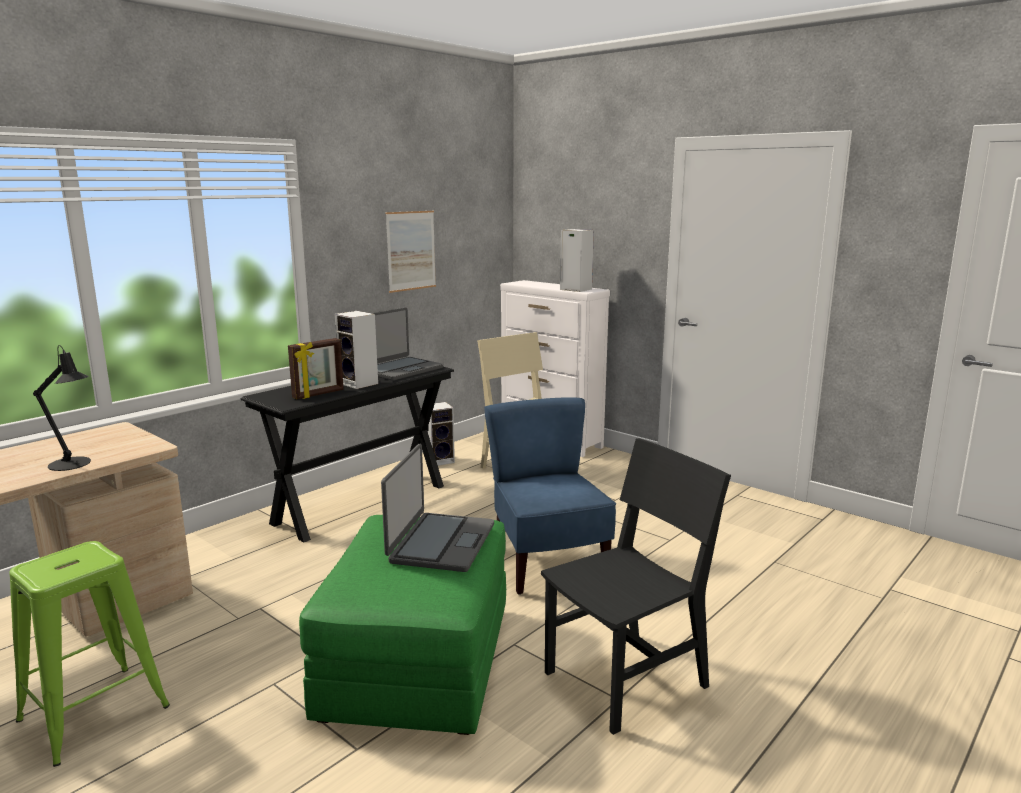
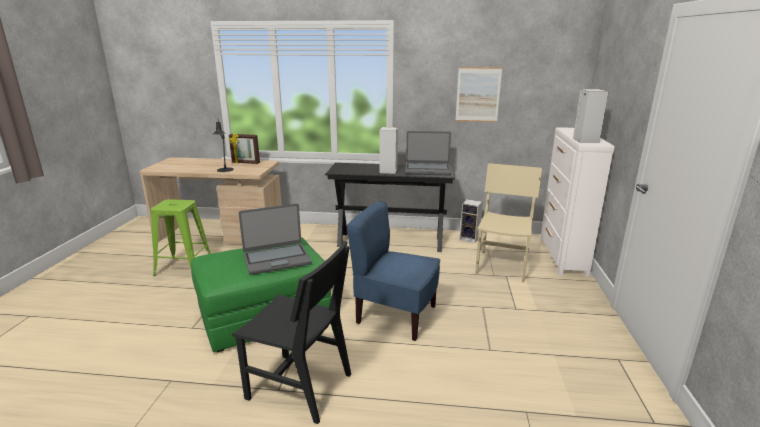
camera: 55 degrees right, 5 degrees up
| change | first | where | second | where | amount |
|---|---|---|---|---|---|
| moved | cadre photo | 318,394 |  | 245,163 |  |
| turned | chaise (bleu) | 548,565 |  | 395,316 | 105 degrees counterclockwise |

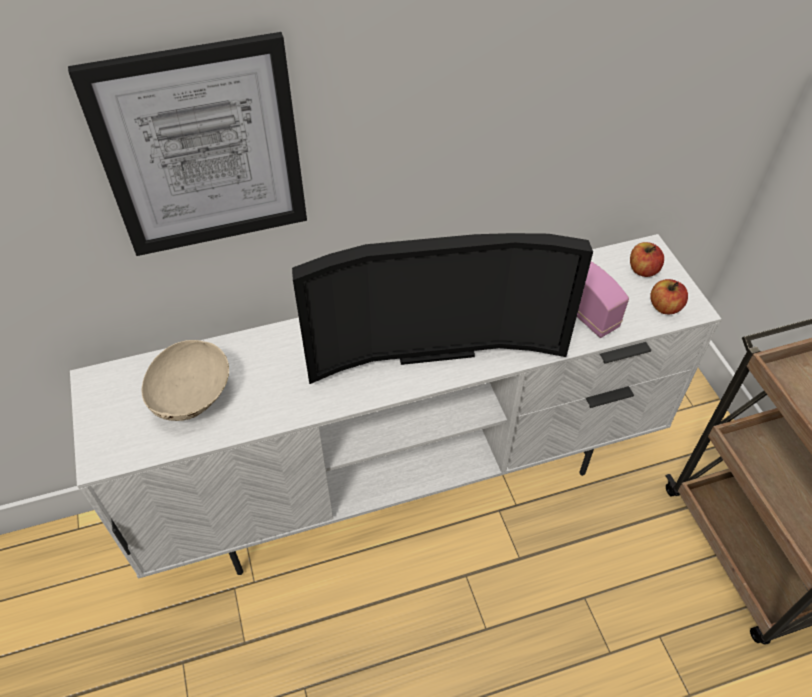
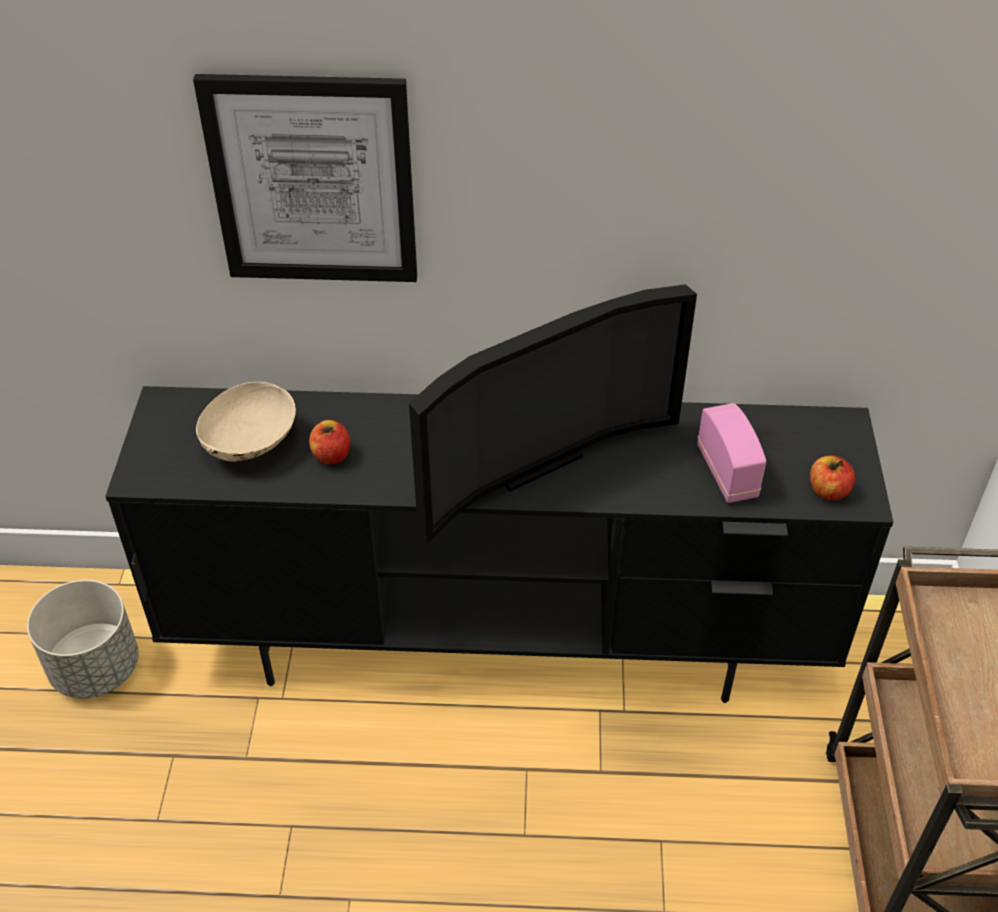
camera: 20 degrees right, 5 degrees down
| change | first | where | second | where | amount |
|---|---|---|---|---|---|
| recoloured | meuble télé (blanc) | 407,481 | meuble télé (noir) | 502,644 |  |
| turned | téléviseur | 432,344 |  | 530,459 | 45 degrees counterclockwise |
| moved | pomme | 643,270 |  | 331,455 |  |
| added |  |  | cache-pot (gris) | 96,667 |  |

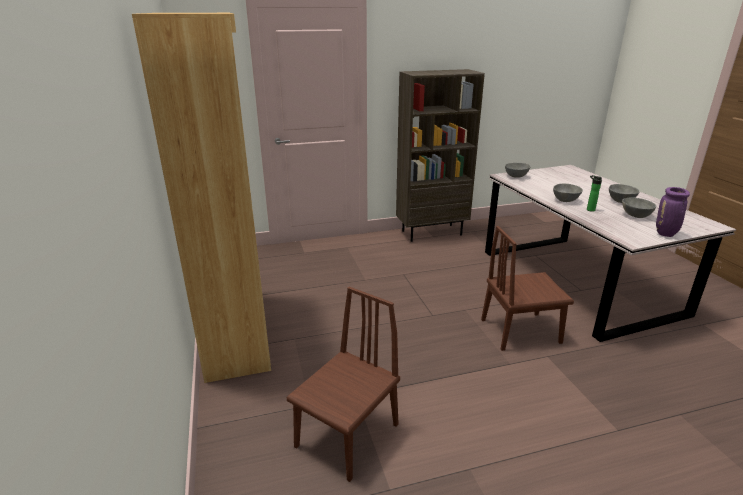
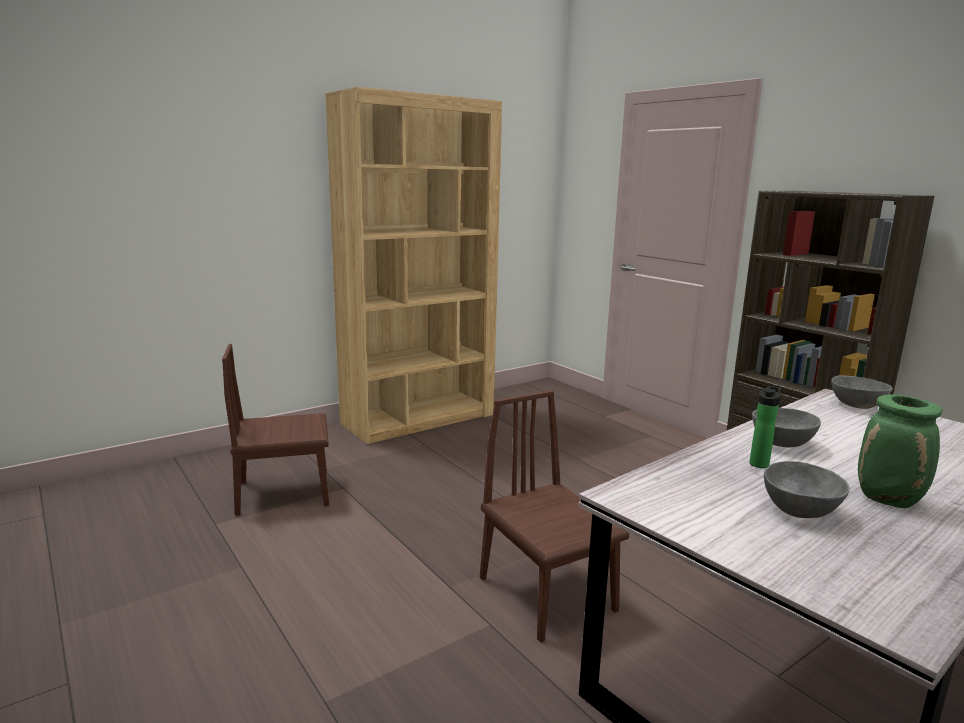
camera: 70 degrees right, 10 degrees down
| change | first | where | second | where | amount |
|---|---|---|---|---|---|
| turned | chaise (marron) | 347,435 |  | 284,493 | 150 degrees clockwise |
| replaced | bol (gris) | 621,201 | vase (vert) | 889,500 |  |
| removed | vase (violet) | 665,234 |  |  |  |

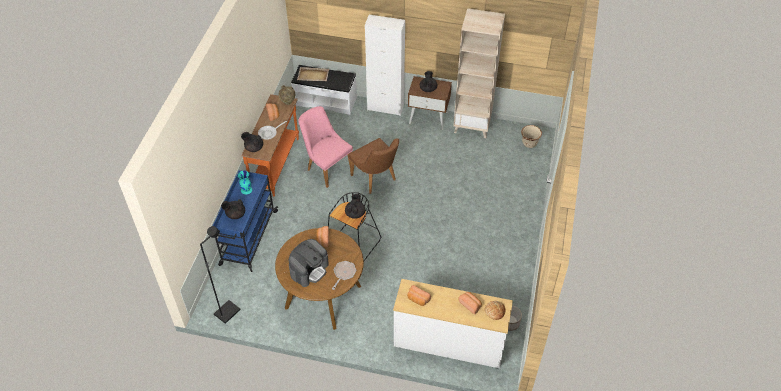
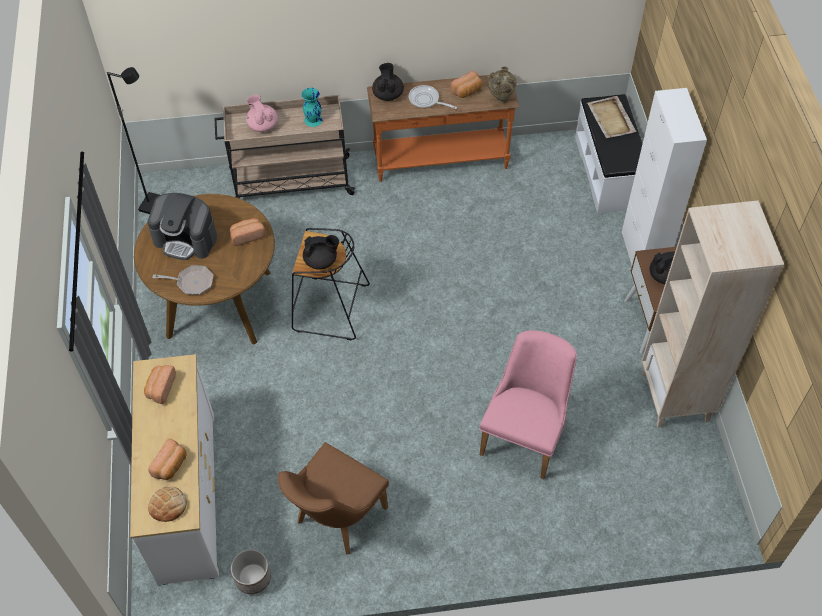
camera: 70 degrees right, 5 degrees up
| change | first | where | second | where | amount |
|---|---|---|---|---|---|
| recoloured | chariot (bleu) | 248,238 | chariot (beige) | 290,182 |  |
| recoloured | théière (noir) | 235,214 | théière (rose) | 262,125 |  |
| moved | chaise (rose) | 326,167 |  | 525,435 |  |
| moved | chaise (marron) | 376,179 |  | 335,520 |  |
| removed | cache-pot (beige) | 529,144 |  |  |  |

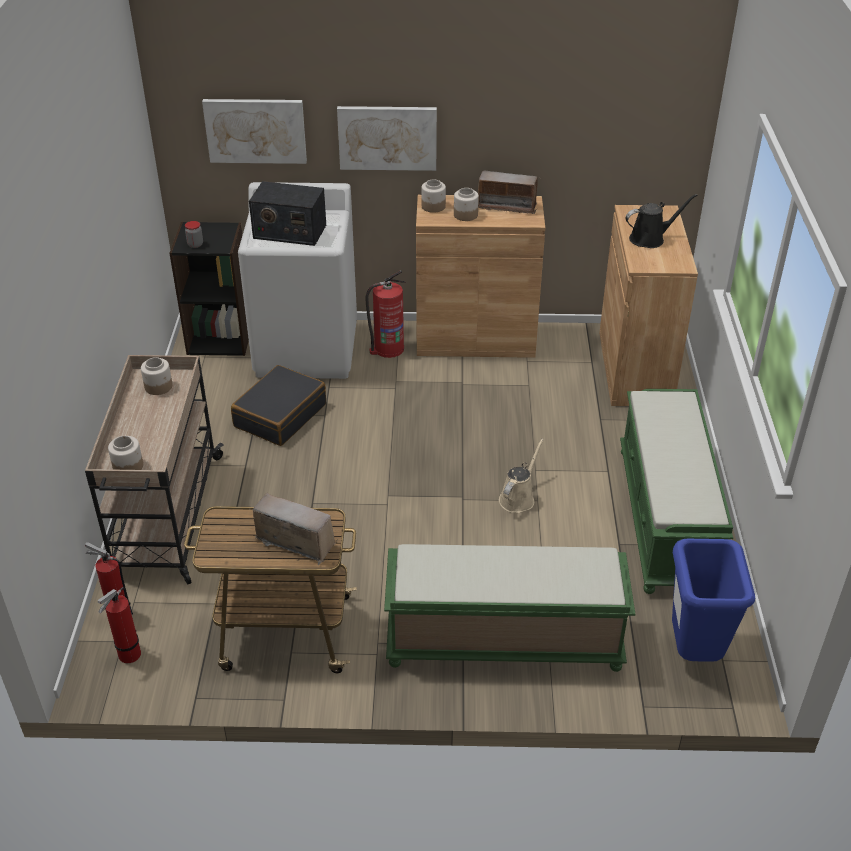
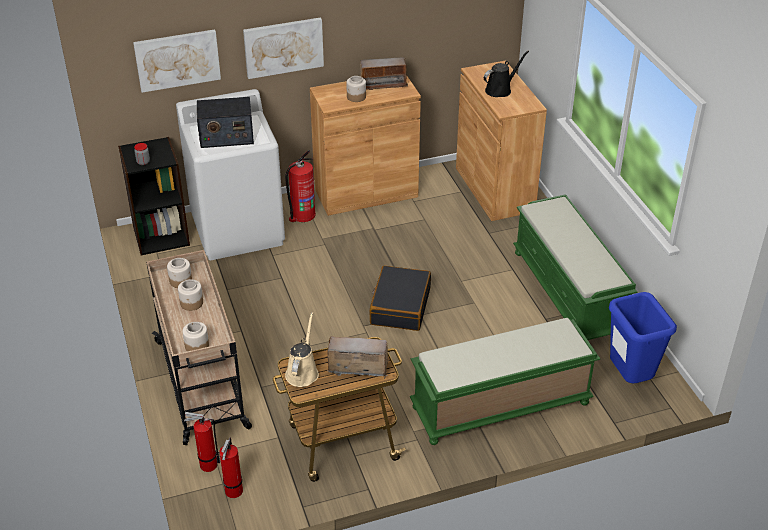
camera: 20 degrees left, 0 degrees up
| change | first | where | second | where | amount |
|---|---|---|---|---|---|
| moved | valise (noir) | 280,415 |  | 400,306 |  |
| moved | bocal | 433,207 |  | 192,303 |  |
| moved | arrosoir (beige) | 518,498 |  | 302,372 |  |

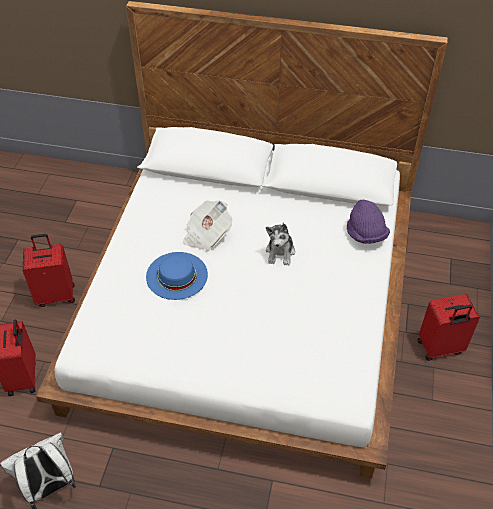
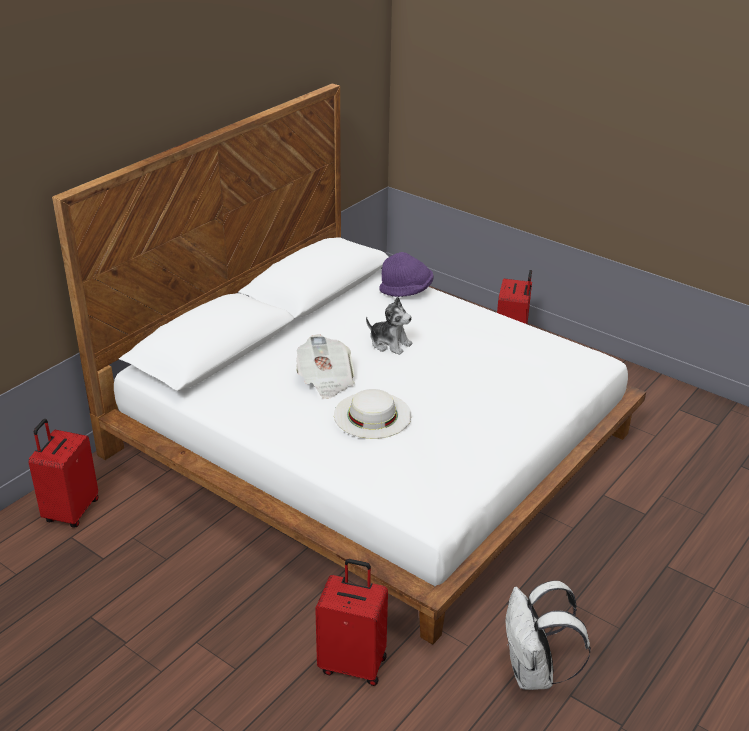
camera: 65 degrees left, 15 degrees down
| change | first | where | second | where | amount |
|---|---|---|---|---|---|
| moved | valise (rouge) | 56,295 |  | 70,511 |  |
| recoloured | chapeau (bleu) | 177,275 | chapeau (blanc) | 372,415 |  |

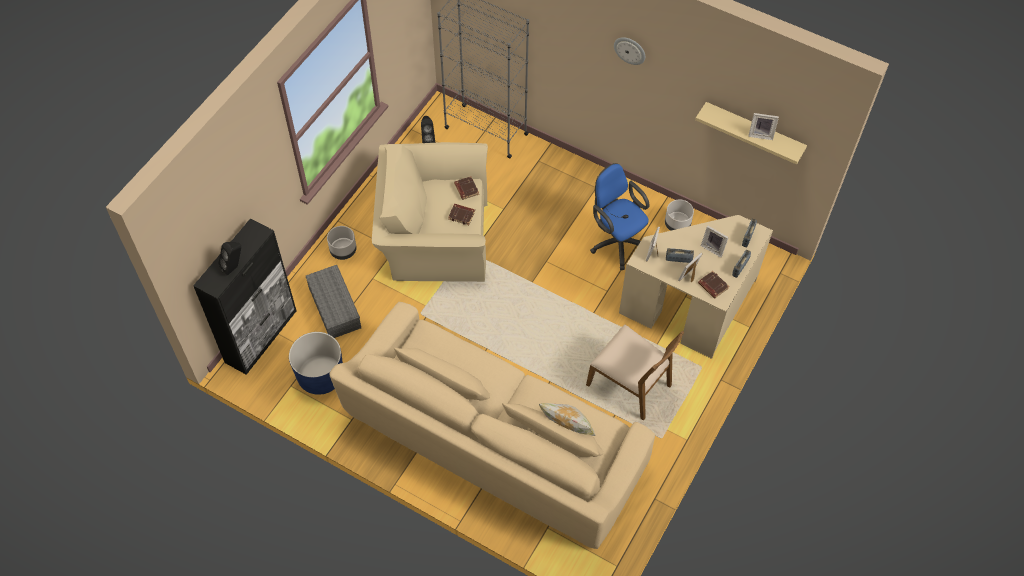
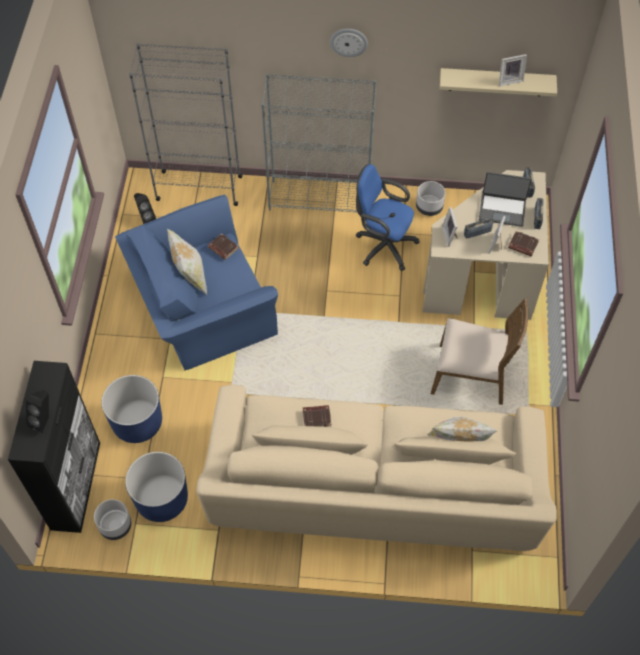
camera: 25 degrees left, 0 degrees up
| change | first | where | second | where | amount |
|---|---|---|---|---|---|
| replaced | boîte de rangement (gris) | 333,307 | cache-pot (bleu) | 137,422 |  |
| moved | cache-pot (gris) | 343,250 |  | 115,526 |  |
| recoloured | fauteuil (beige) | 433,234 | fauteuil (bleu) | 201,308 |  |
| moved | livre (marron) | 462,215 |  | 317,417 |  |
| replaced | cadre photo | 713,248 | ordinateur portable | 502,209 |  |
| added |  |  | coussin | 190,276 |  |
| added |  |  | bibliothèque (gris) | 320,198 |  |

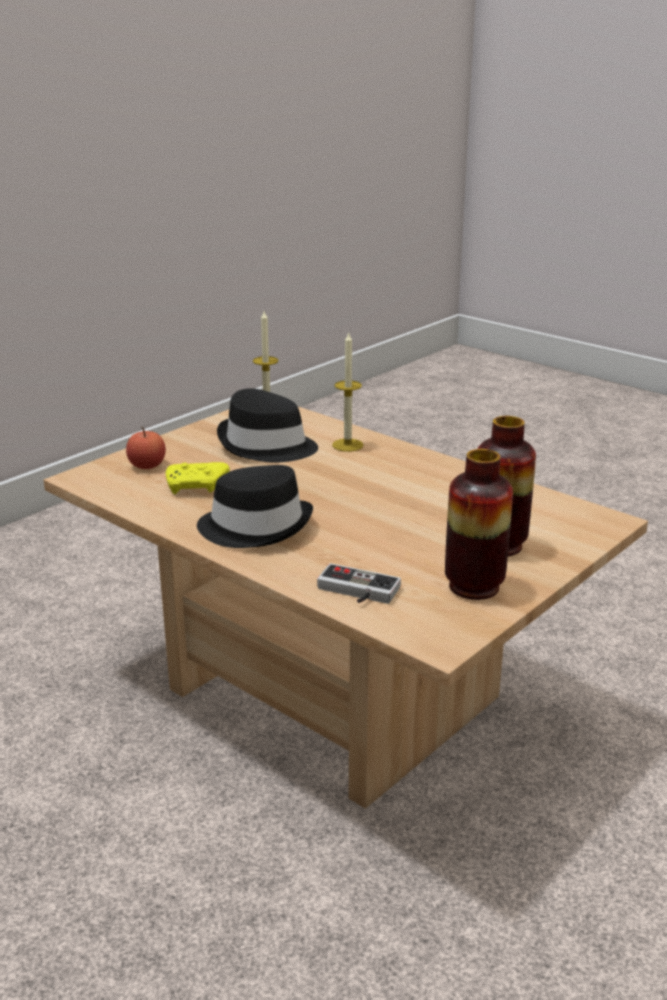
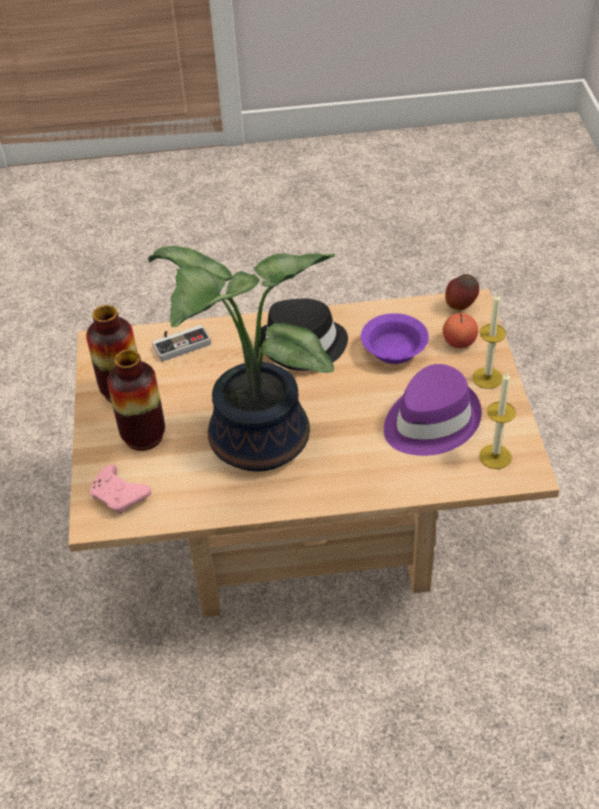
camera: 135 degrees right, 20 degrees up
| change | first | where | second | where | amount |
|---|---|---|---|---|---|
| replaced | manette (jaune) | 197,487 | bol (violet) | 394,349 |  |
| recoloured | chapeau (noir) | 266,446 | chapeau (violet) | 430,421 |  |
| moved | bougie | 347,445 |  | 487,378 |  |
| added |  |  | manette (rose) | 120,496 |  |
| added |  |  | plante en pot | 252,442 |  |
| added |  |  | pomme | 460,306 |  |

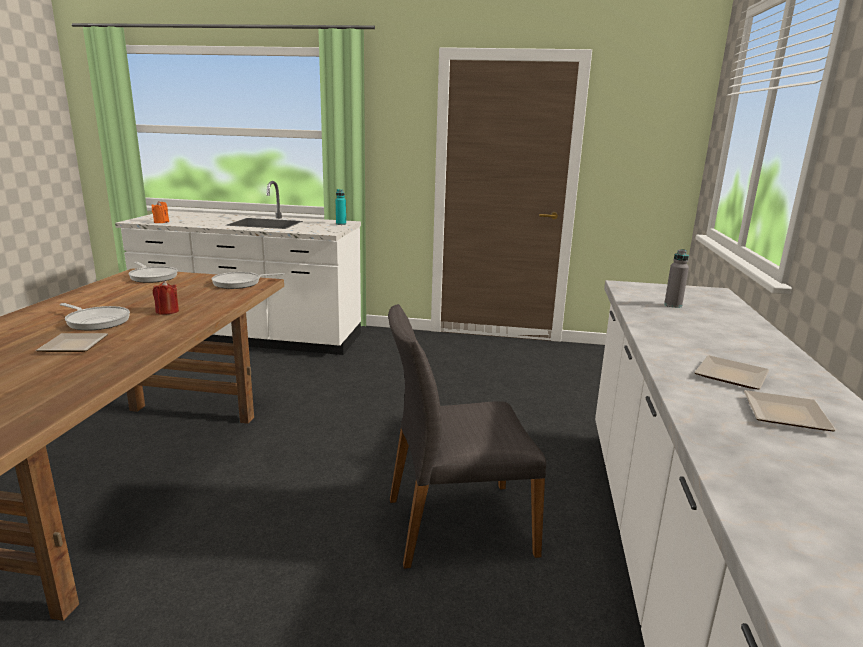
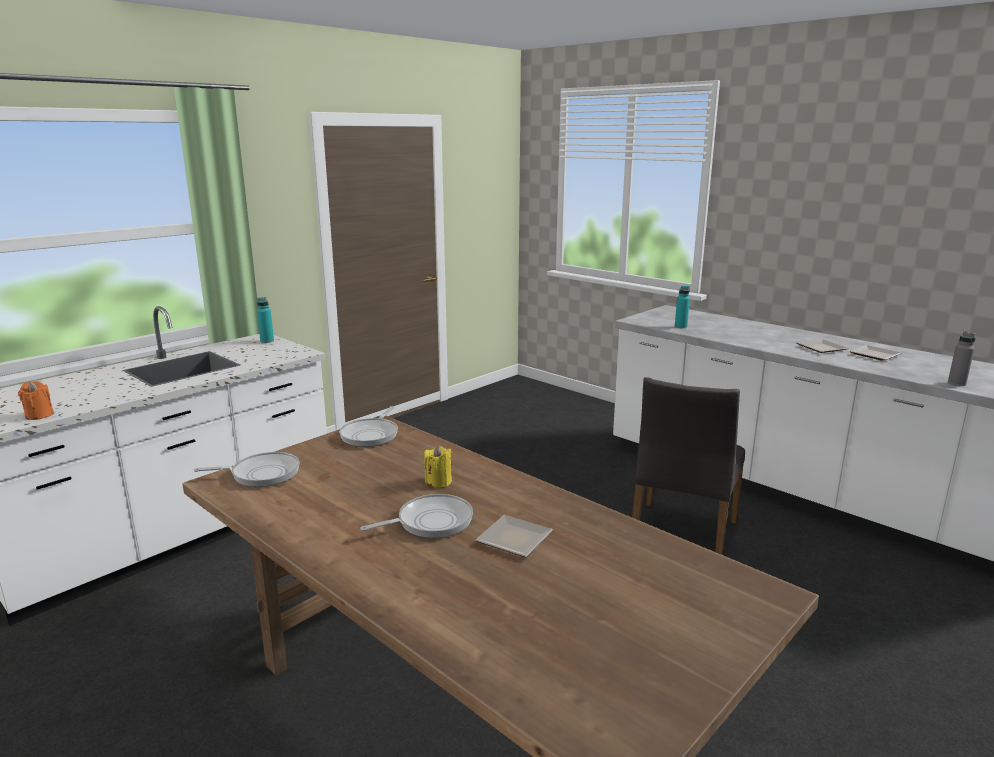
camera: 55 degrees left, 0 degrees up
| change | first | where | second | where | amount |
|---|---|---|---|---|---|
| recoloured | bougie (rouge) | 167,311 | bougie (jaune) | 438,482 |  |
| moved | bouteille (gris) | 673,305 |  | 956,383 |  |
| added |  |  | bouteille (turquoise) | 680,326 |  |

